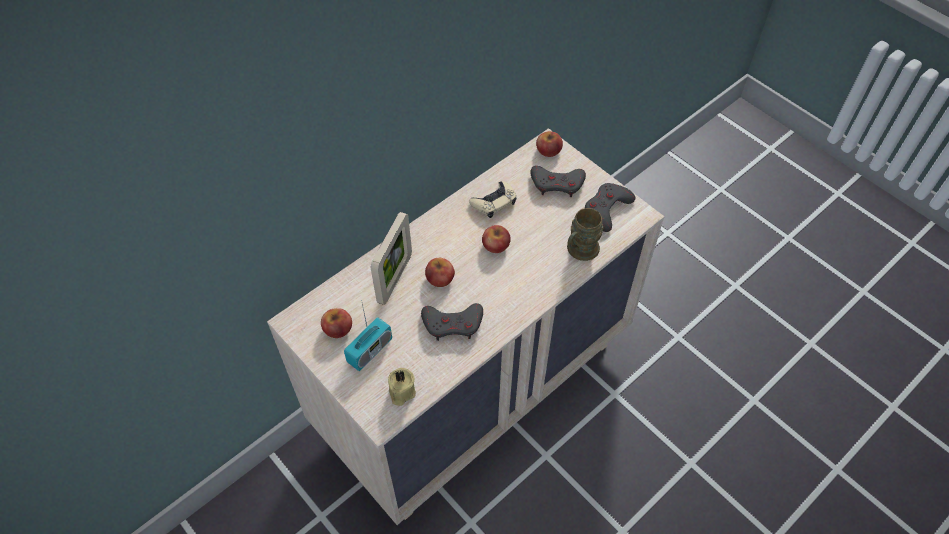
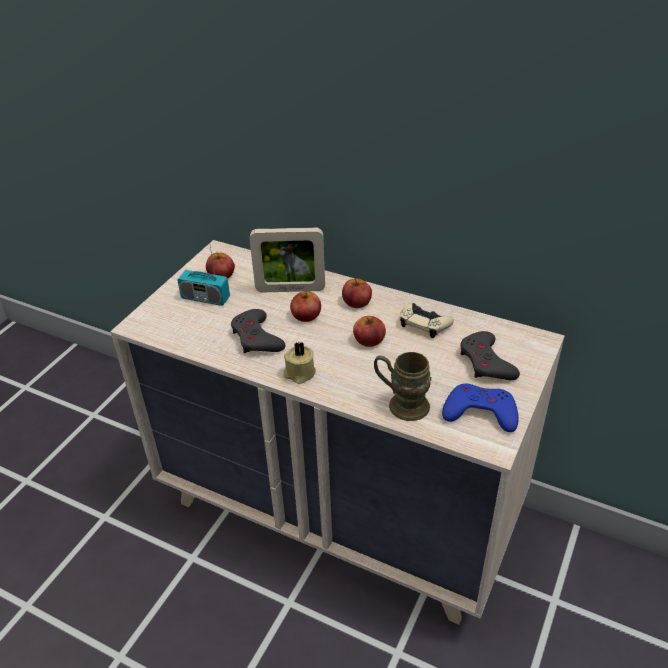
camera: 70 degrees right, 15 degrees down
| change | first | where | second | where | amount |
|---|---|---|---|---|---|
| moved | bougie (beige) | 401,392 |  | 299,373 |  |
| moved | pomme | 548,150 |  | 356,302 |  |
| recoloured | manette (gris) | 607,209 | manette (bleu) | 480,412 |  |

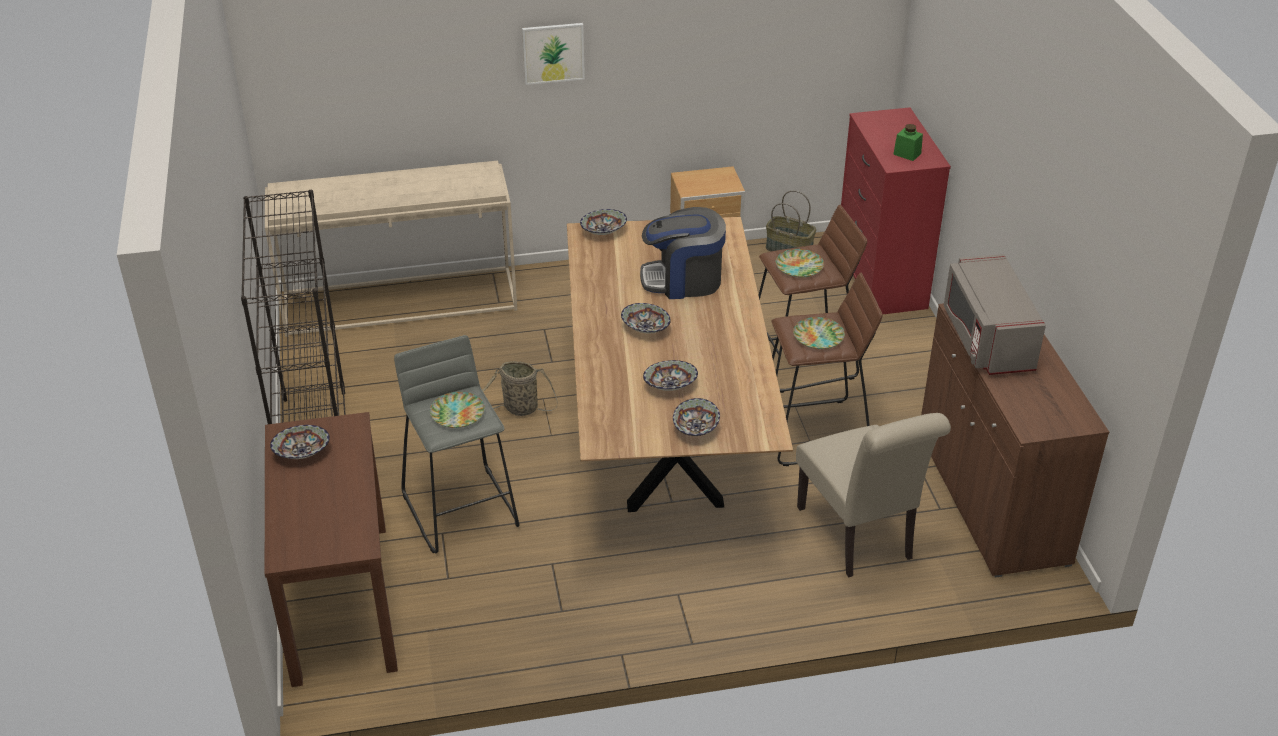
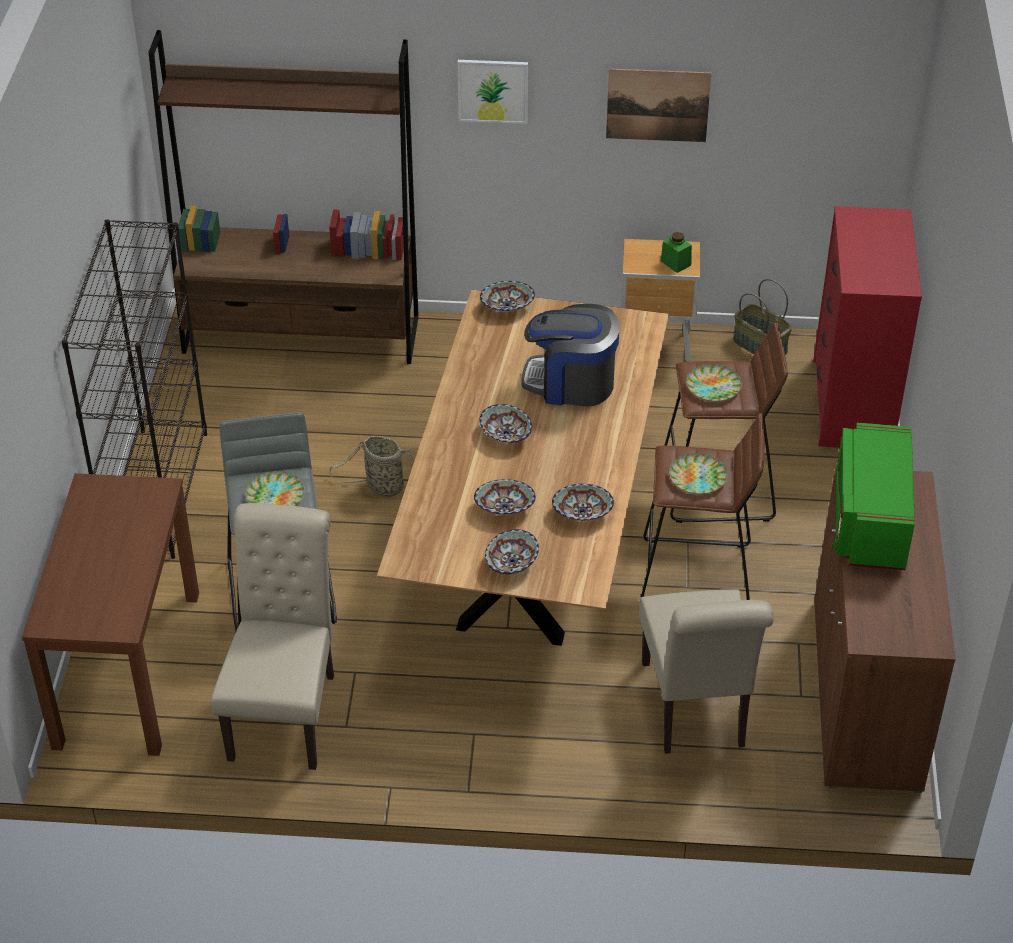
camera: 15 degrees right, 5 degrees up
| change | first | where | second | where | amount |
|---|---|---|---|---|---|
| replaced | table console (beige) | 401,301 | bibliothèque (marron) | 302,335 |  |
| moved | bol | 302,452 |  | 582,513 |  |
| moved | bocal (vert) | 907,154 |  | 675,263 |  |
| recoloured | micro-ondes (gris) | 986,339 | micro-ondes (vert) | 869,521 |  |
| added |  |  | chaise (beige) | 286,710 |  |
| added |  |  | tableau | 657,105 |  |

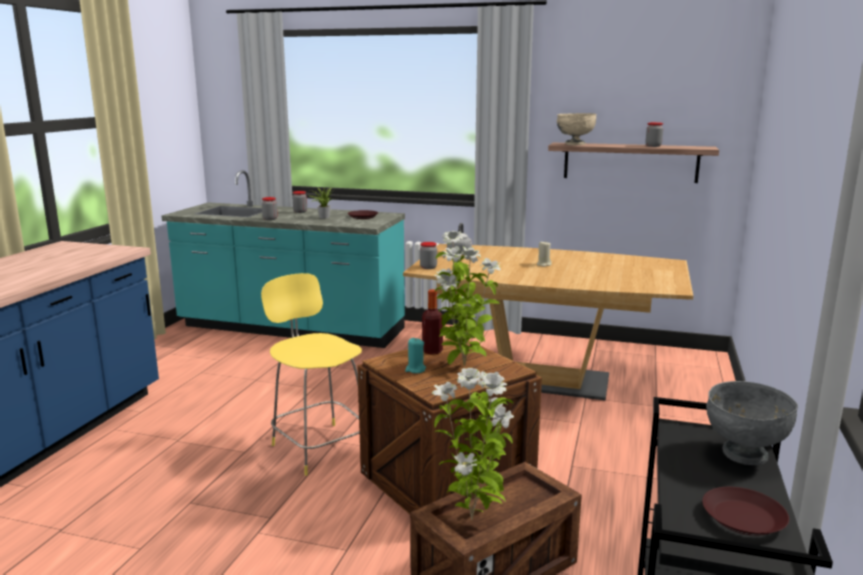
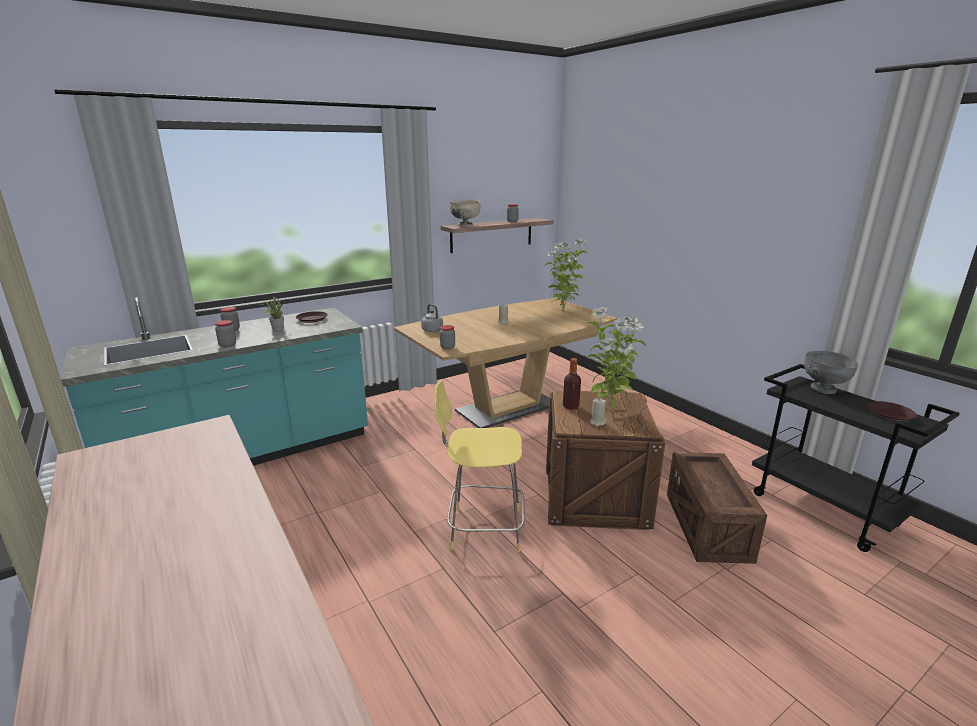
camera: 50 degrees left, 5 degrees up
| change | first | where | second | where | amount |
|---|---|---|---|---|---|
| recoloured | bougie (turquoise) | 415,369 | bougie (beige) | 597,422 |  |
| moved | plante en pot | 473,518 |  | 563,310 |  |

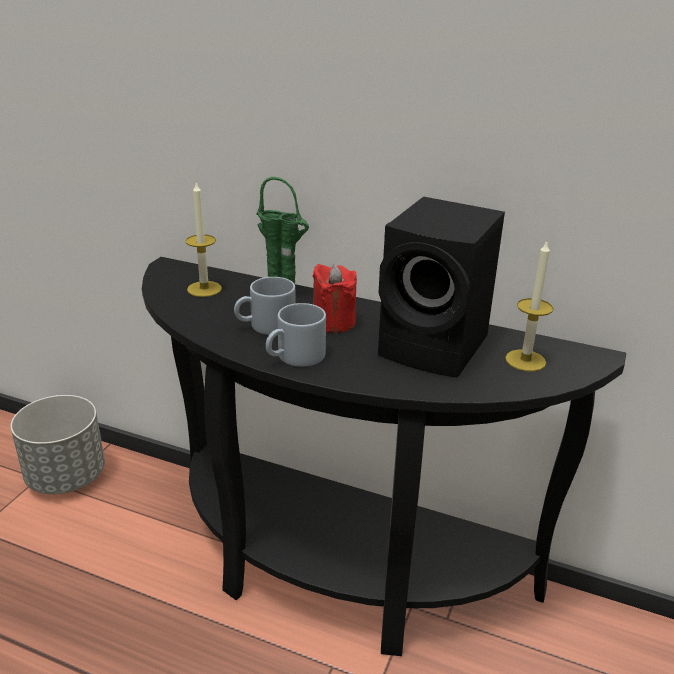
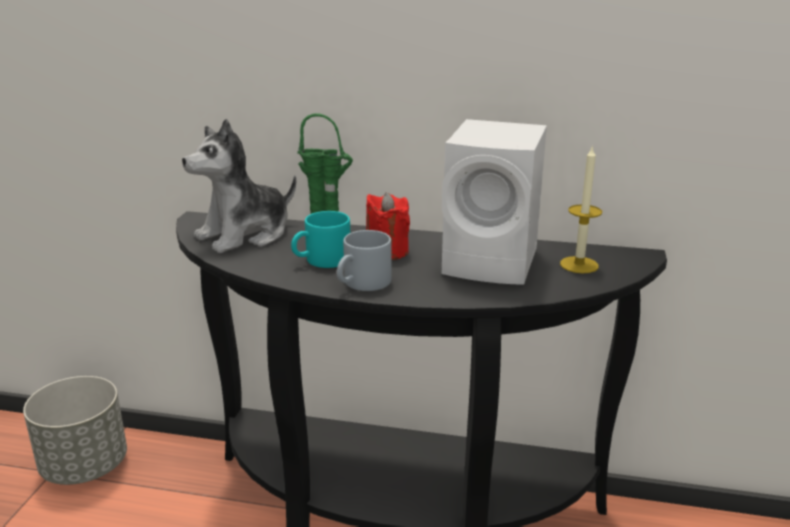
camera: 10 degrees left, 5 degrees down
| change | first | where | second | where | amount |
|---|---|---|---|---|---|
| replaced | bougie | 204,289 | peluche | 245,235 |  |
| recoloured | mug (gris) | 265,326 | mug (turquoise) | 321,261 |  |
| recoloured | enceinte (noir) | 437,348 | enceinte (blanc) | 494,263 |  |

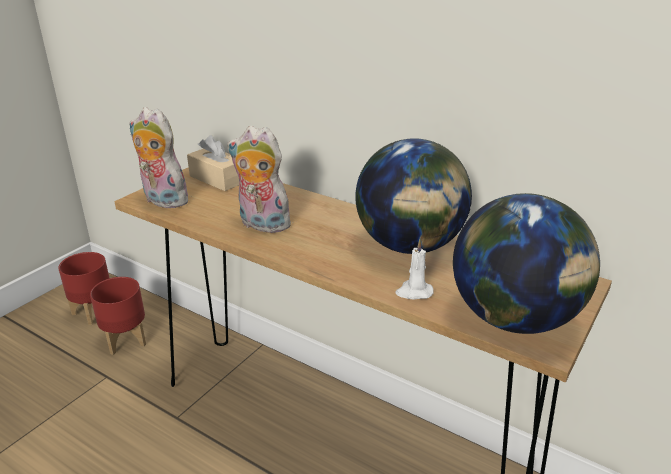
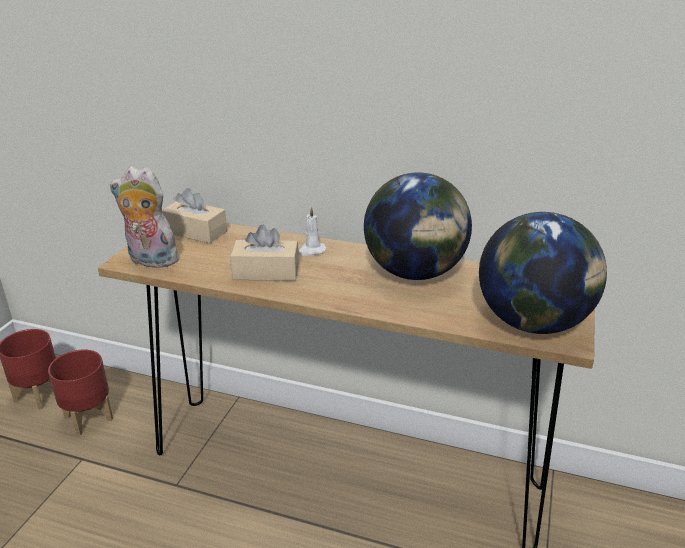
camera: 15 degrees left, 0 degrees up
| change | first | where | second | where | amount |
|---|---|---|---|---|---|
| replaced | peluche | 261,225 | boîte à mouchoirs (beige) | 266,272 |  |
| moved | bougie (blanc) | 413,292 |  | 311,251 |  |

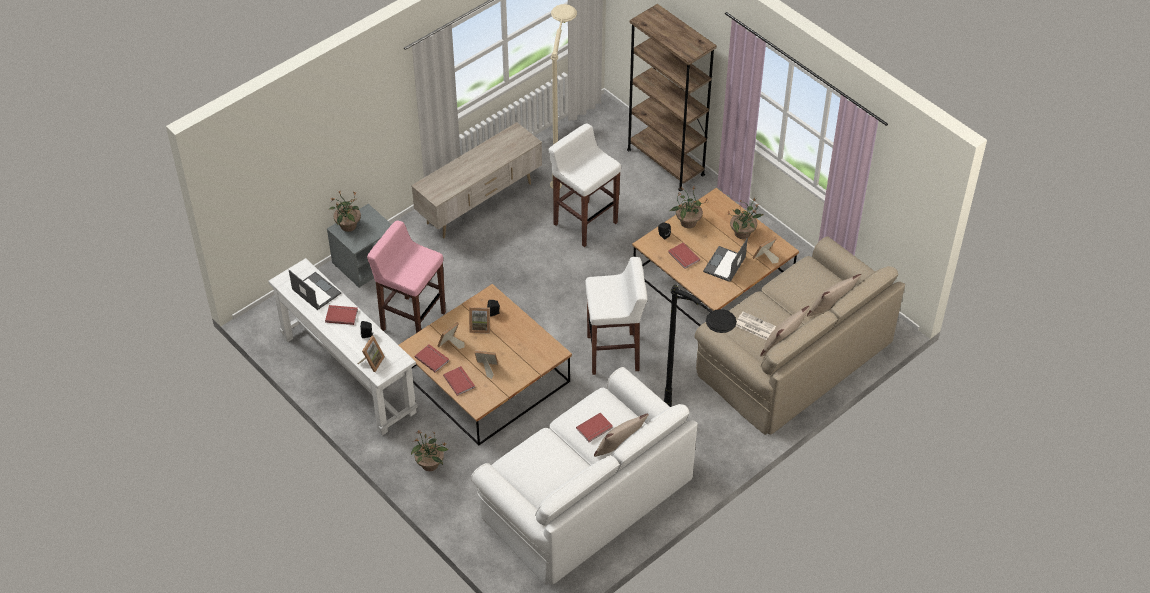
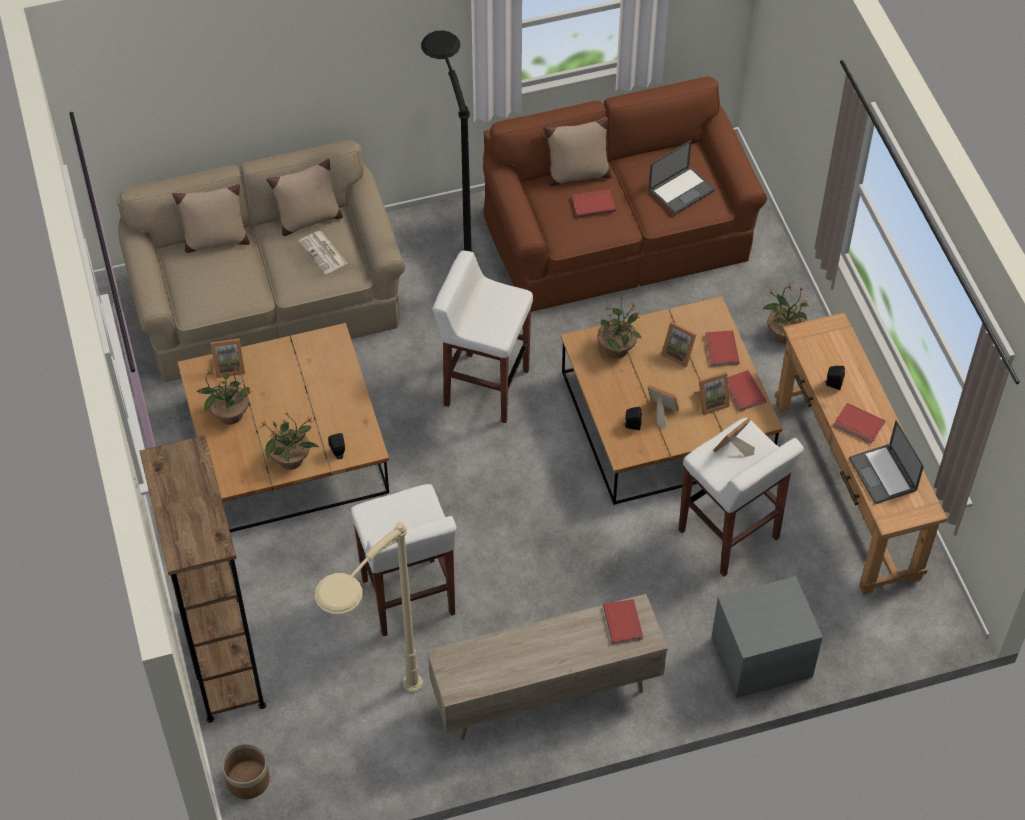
camera: 155 degrees left, 5 degrees up
| change | first | where | second | where | amount |
|---|---|---|---|---|---|
| recoloured | table console (blanc) | 348,374 | table console (marron) | 846,489 |  |
| moved | plante en pot | 348,226 |  | 617,348 |  |
| moved | cadre photo | 372,362 |  | 733,450 |  |
| recoloured | tabouret (rose) | 412,320 | tabouret (blanc) | 729,536 |  |
| recoloured | canapé (blanc) | 584,496 | canapé (marron) | 618,235 |  |
| moved | livre (rouge) | 683,257 |  | 624,622 |  |
| moved | ordinateur portable | 724,265 |  | 681,189 |  |
| added |  |  | cache-pot | 247,780 |  |

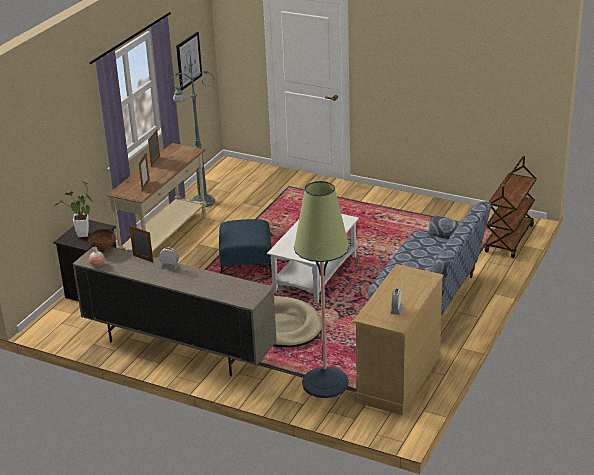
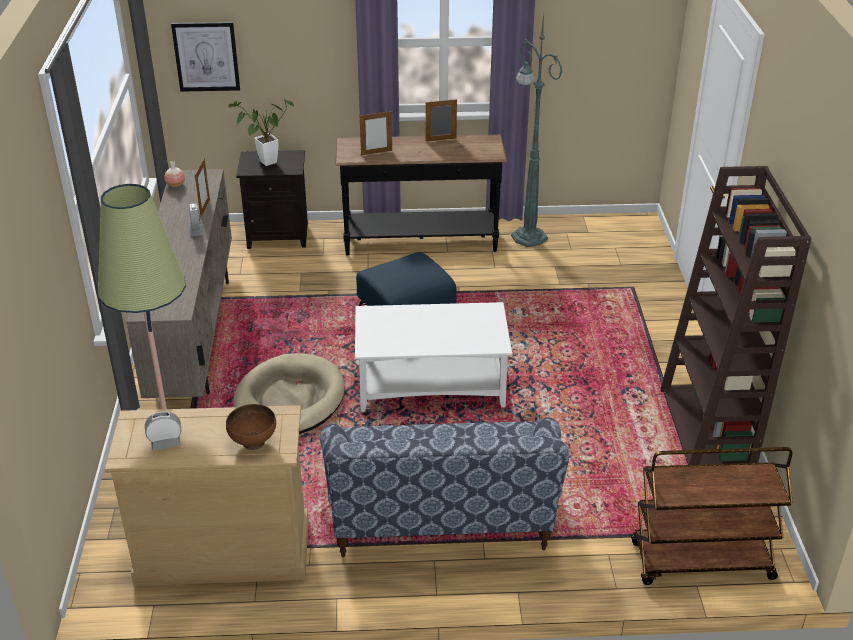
camera: 60 degrees right, 5 degrees up
| change | first | where | second | where | amount |
|---|---|---|---|---|---|
| moved | bol (marron) | 103,249 |  | 253,442 |  |
| recoloured | table console (beige) | 165,239 | table console (noir) | 420,242 |  |
| moved | tableau | 188,60 |  | 206,56 |  |
| added |  |  | bibliothèque (marron) | 707,430 |  |

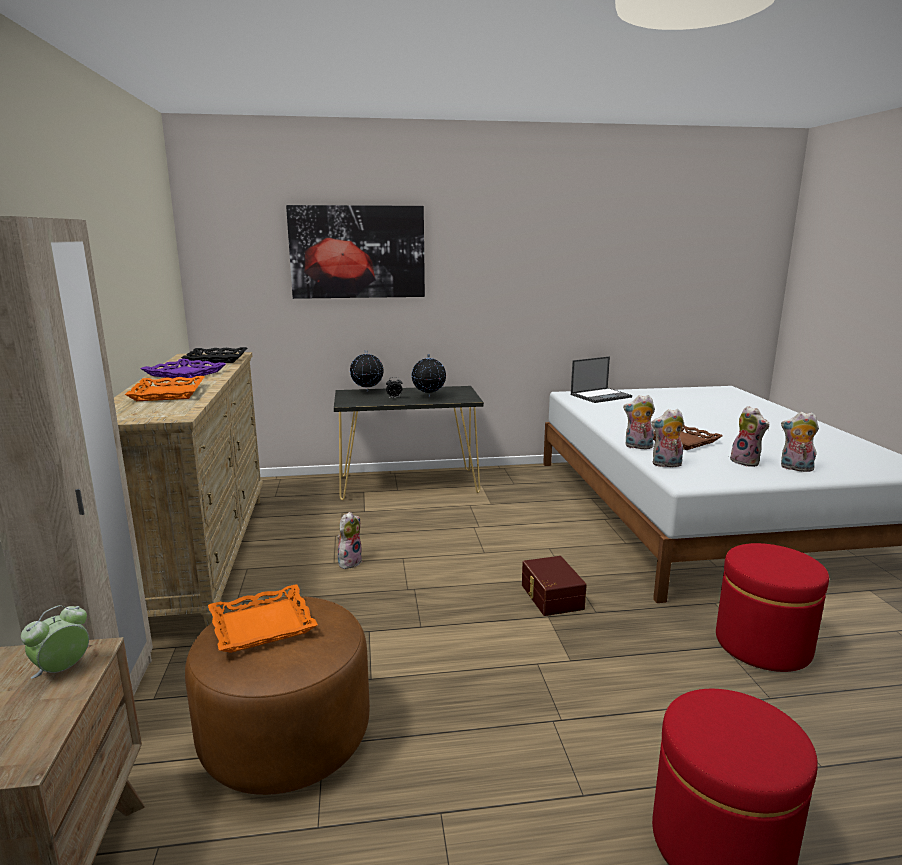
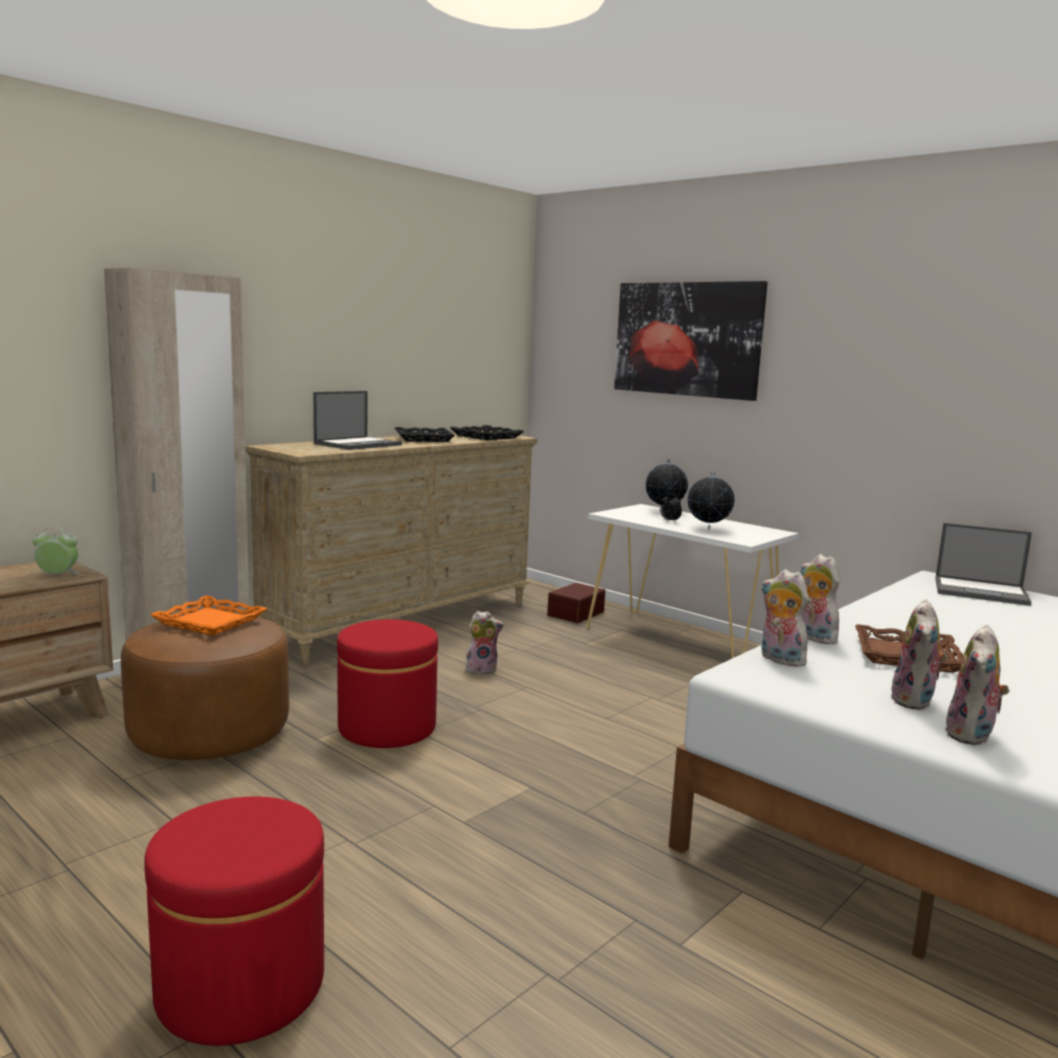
camera: 50 degrees right, 5 degrees down
| change | first | where | second | where | amount |
|---|---|---|---|---|---|
| replaced | plateau (orange) | 167,393 | ordinateur portable | 358,444 |  |
| recoloured | plateau (violet) | 185,373 | plateau (noir) | 424,439 |  |
| recoloured | table console (noir) | 409,484 | table console (blanc) | 681,641 |  |
| moved | boîte de rangement (marron) | 550,597 |  | 574,613 |  |
| moved | pouf (rouge) | 762,644 |  | 387,727 |  |
| turned | peluche | 795,468 |  | 972,736 | 135 degrees counterclockwise |

